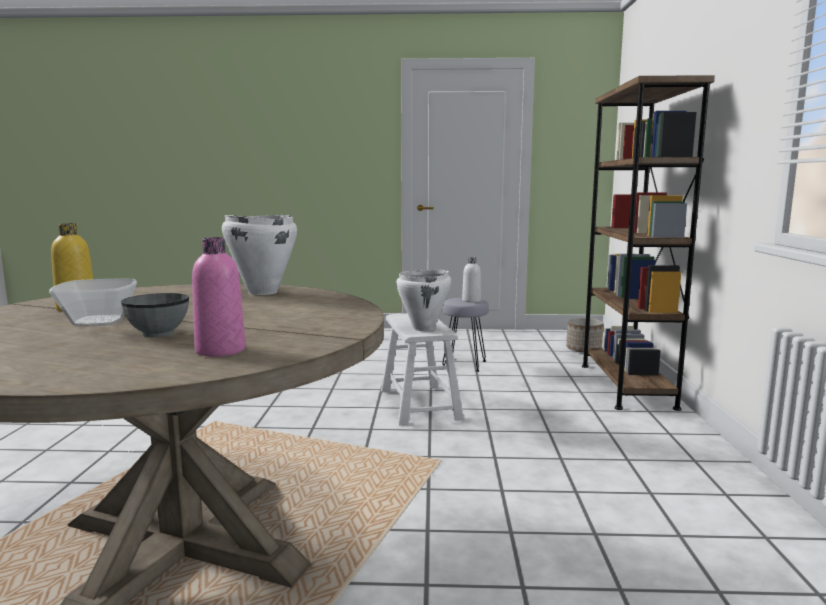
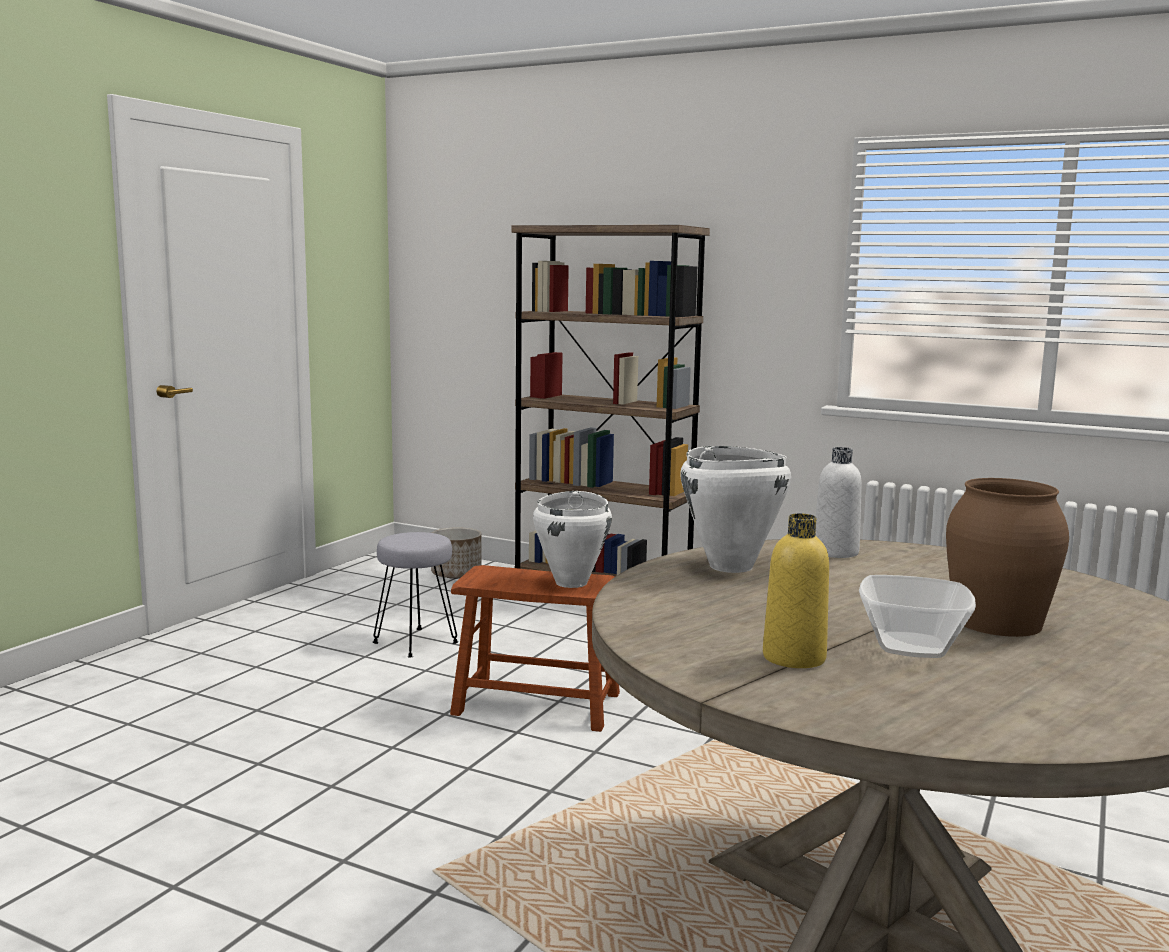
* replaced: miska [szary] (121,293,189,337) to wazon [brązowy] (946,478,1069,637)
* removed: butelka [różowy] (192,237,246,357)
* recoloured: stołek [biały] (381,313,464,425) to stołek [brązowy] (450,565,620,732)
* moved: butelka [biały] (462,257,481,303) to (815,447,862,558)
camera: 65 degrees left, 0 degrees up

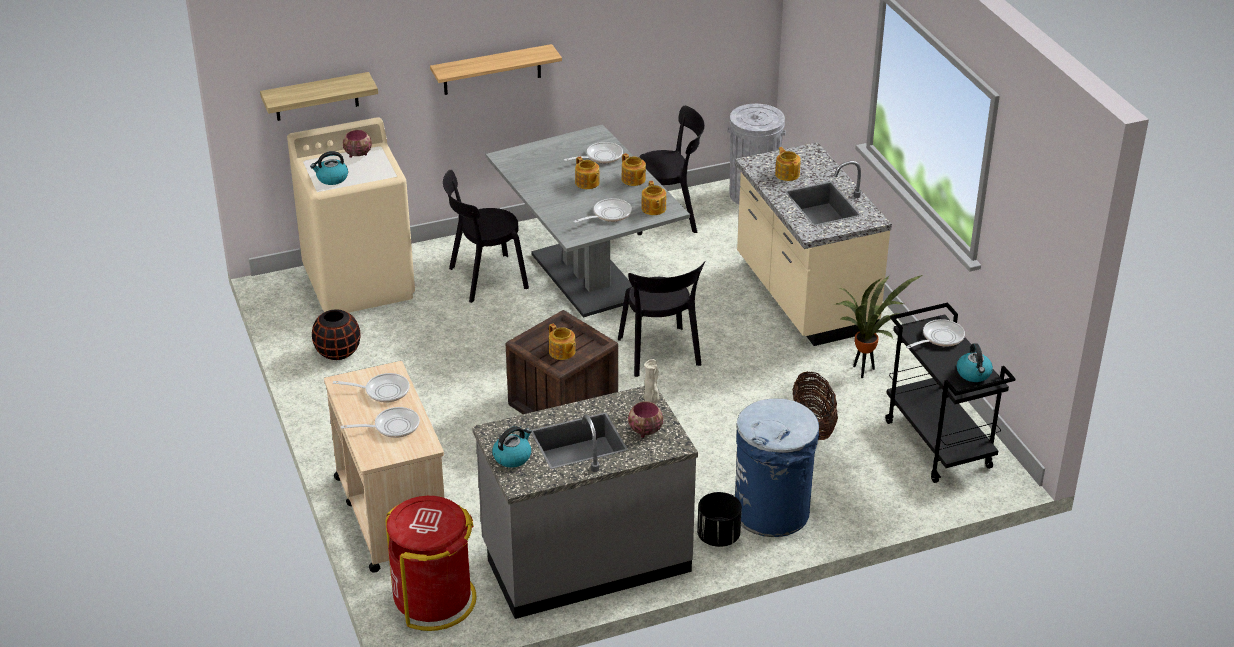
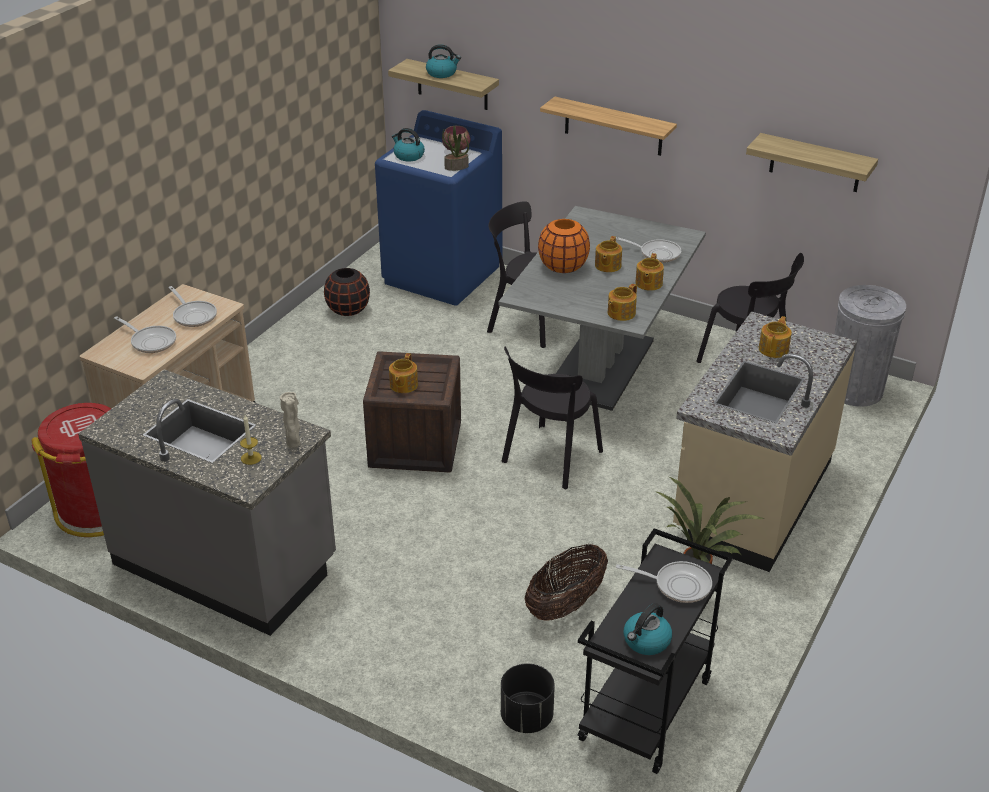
* recoloured: pralka [beżowy] (287,117,415,313) to pralka [niebieski] (375,110,503,306)
* moved: czajnik (492,426,532,468) to (426,44,461,78)
* removed: patelnia (573,198,632,223)
* replaced: miska (628,401,663,438) to świeca (240,415,262,465)
* moved: donica [czarny] (697,492,742,547) to (501,663,555,733)
* removed: kosz na śmieci [niebieski] (735,398,819,537)
* added: roślina doniczkowa (442,126,469,171)
* added: wazon [pomarańczowy] (538,219,590,273)
* added: półka (746,133,878,192)
camera: 50 degrees right, 0 degrees up

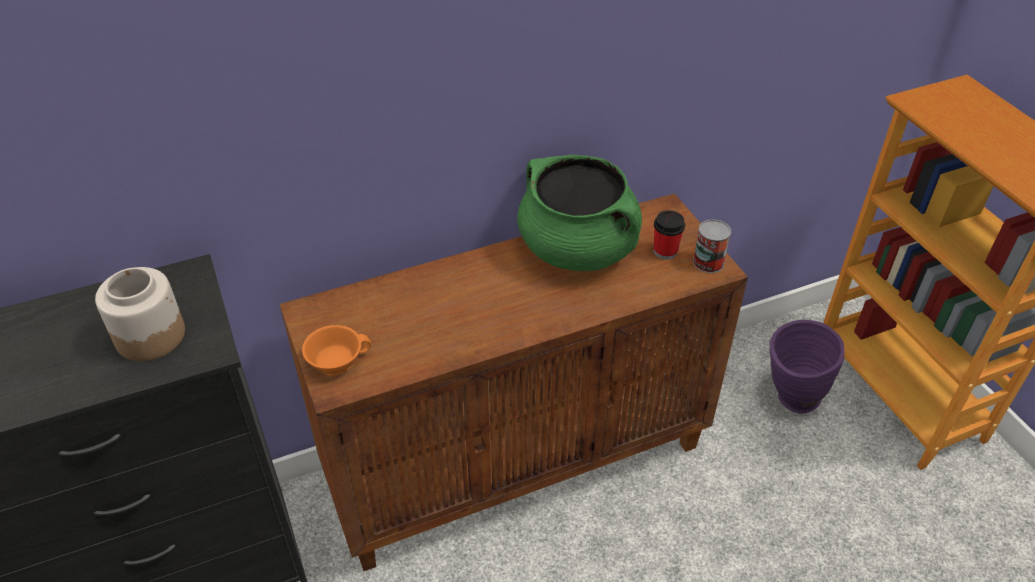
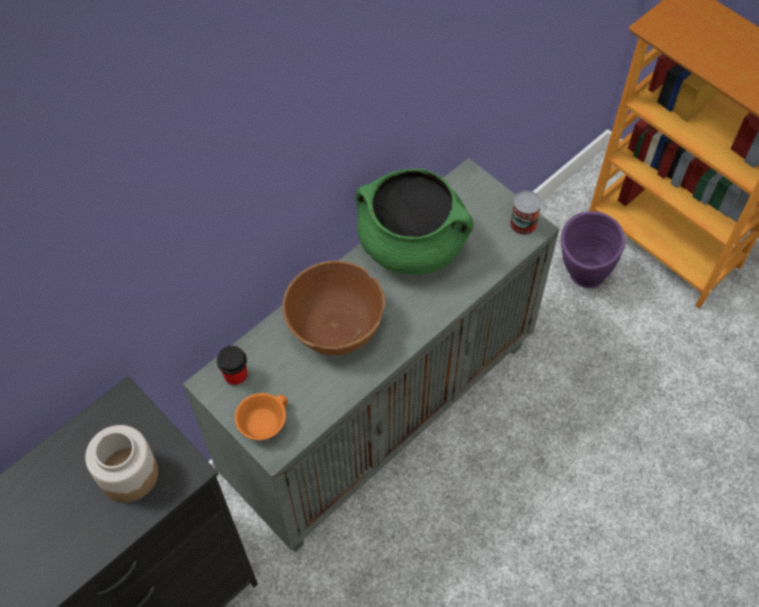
* recoloured: szafka [brązowy] (279,193,748,571) to szafka [szary] (183,158,559,552)
* moved: filiżanka (654,210,685,260) to (217,346,247,386)
* added: miska [brązowy] (282,261,386,355)
camera: 20 degrees left, 15 degrees up

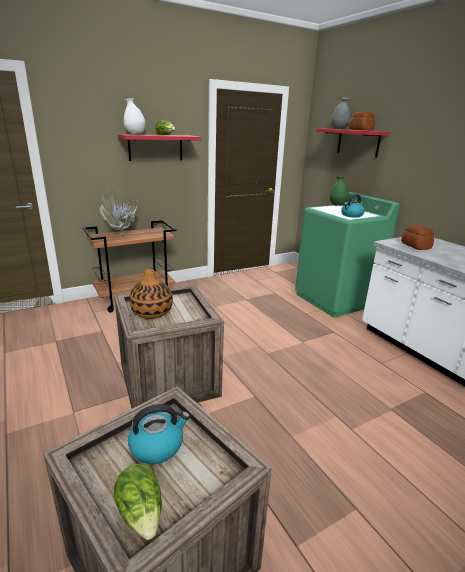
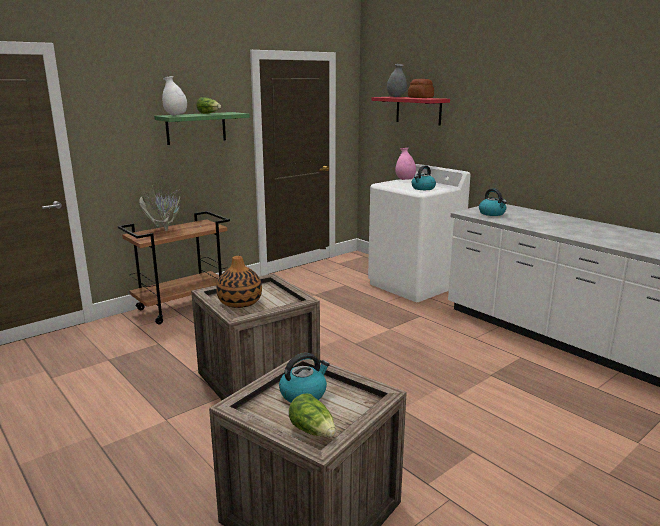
* recoloured: półka [czerwony] (118,134,201,161) to półka [zielony] (154,112,250,145)
* recoloured: pralka [zielony] (295,192,400,318) to pralka [biały] (368,164,470,302)
* recoloured: wazon [zielony] (330,176,349,206) to wazon [różowy] (395,148,416,180)
* replaced: chleb (401,224,434,250) to czajnik (479,188,507,216)
camera: 10 degrees left, 5 degrees down

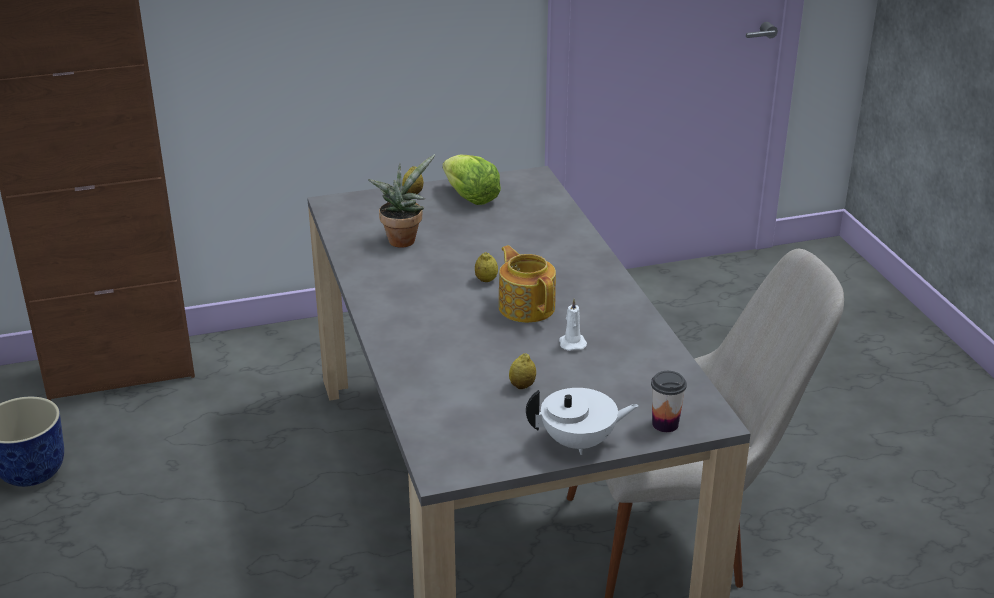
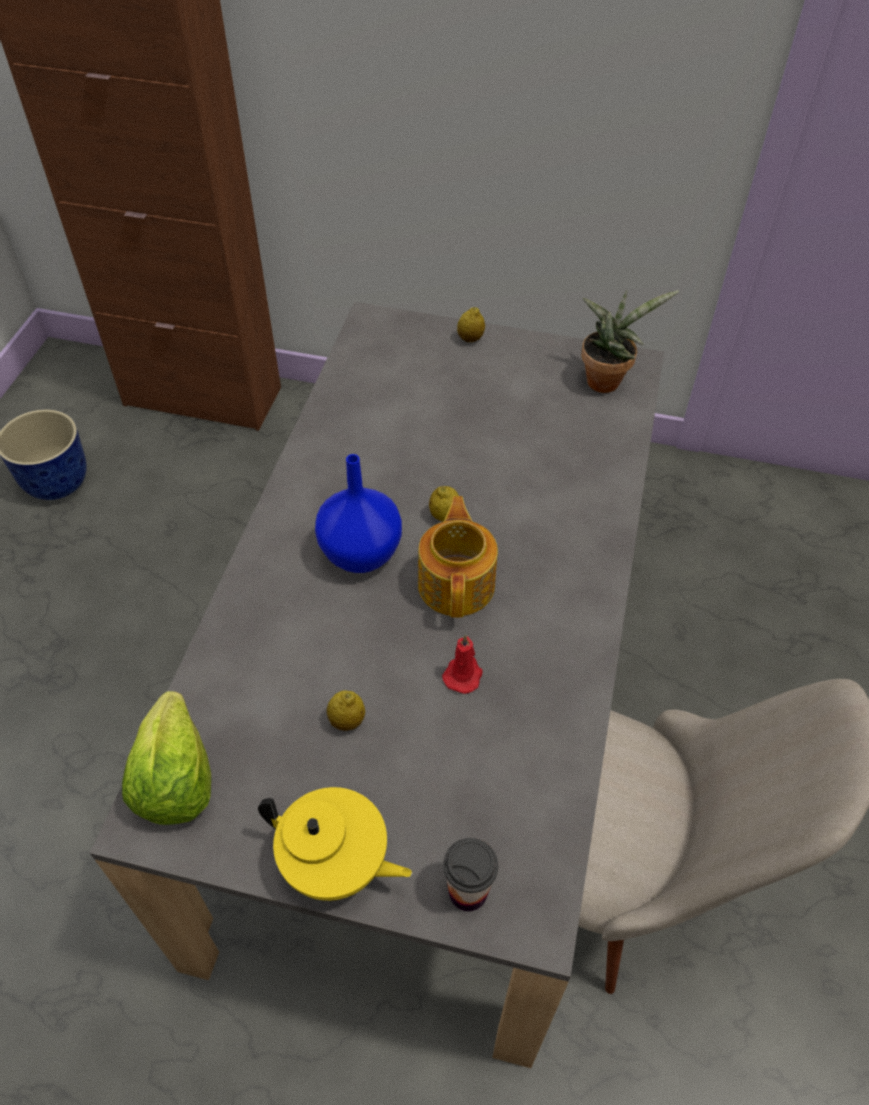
* moved: roślina doniczkowa (368,154,435,248) to (581,290,679,393)
* moved: sałata (443,155,501,205) to (122,691,211,825)
* recoloured: imbryk [biały] (526,388,639,455) to imbryk [żółty] (258,787,412,901)
* recoloured: świeca [biały] (559,299,587,351) to świeca [czerwony] (442,634,483,694)
* added: wazon [niebieski] (315,454,402,573)
camera: 30 degrees right, 20 degrees up

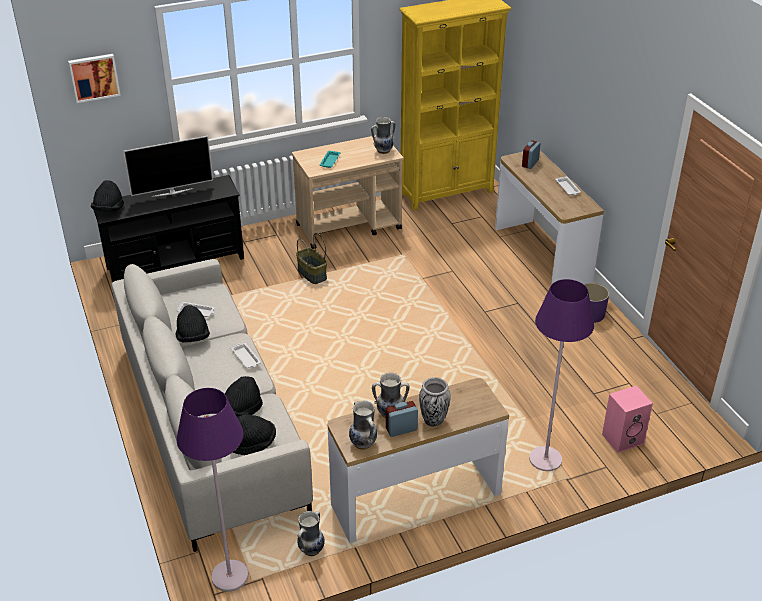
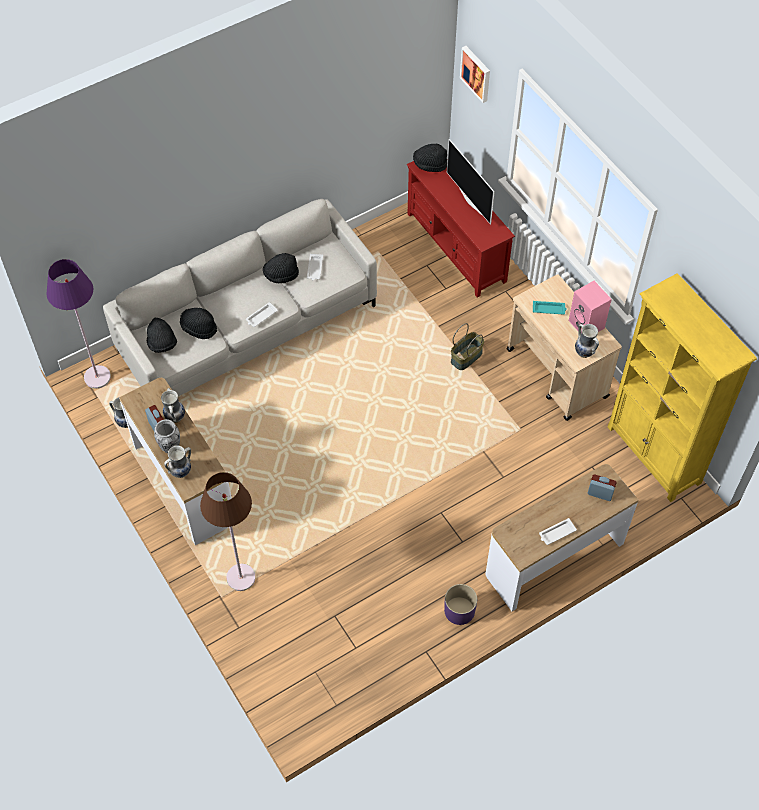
* recoloured: szafka pod telewizor [czarny] (91,175,244,282) to szafka pod telewizor [czerwony] (407,161,515,297)
* moved: wazon (349,400,377,450) to (164,445,191,478)
* recoloured: lampa stojąca [fioletowy] (529,279,594,471) to lampa stojąca [brązowy] (200,472,255,591)
* moved: głośnik [różowy] (602,385,653,453) to (568,281,612,332)
camera: 80 degrees right, 20 degrees up

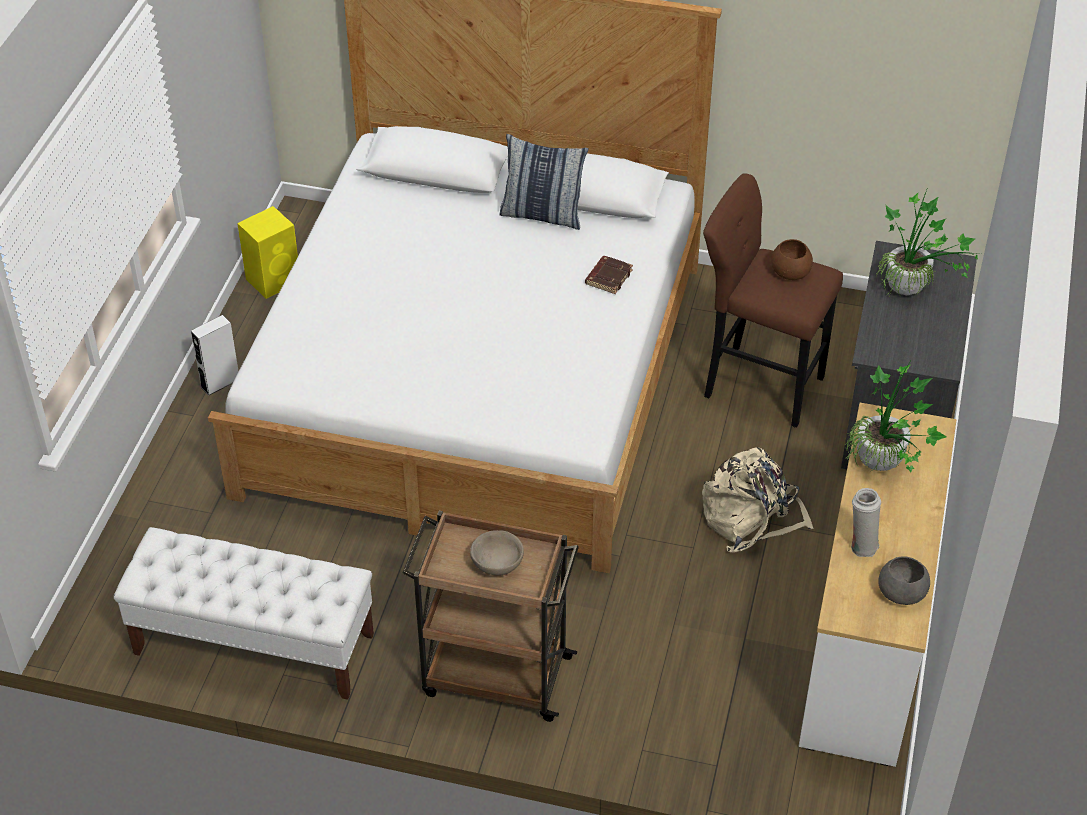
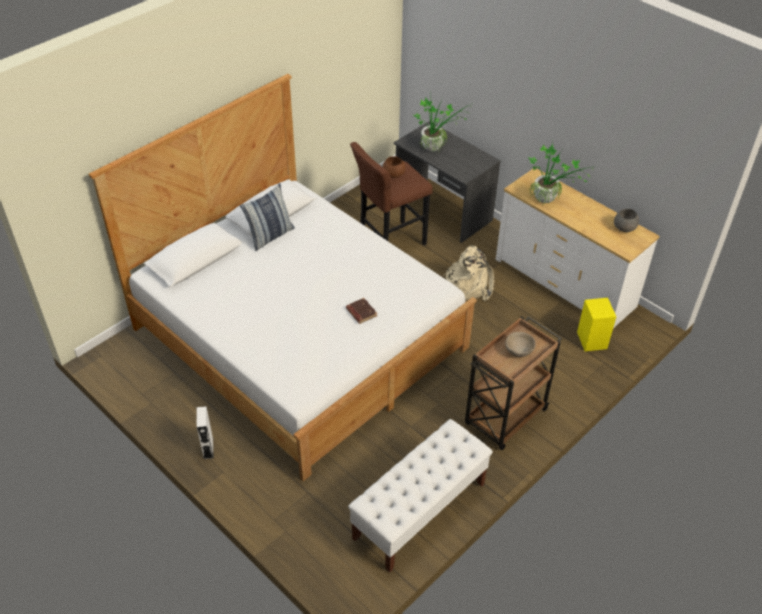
* moved: głośnik [żółty] (237,206,298,299) to (577,298,616,351)
* moved: książka [brązowy] (585,256,633,294) to (346,298,377,324)
* removed: wazon [biały] (851,488,881,557)
camera: 60 degrees left, 0 degrees up

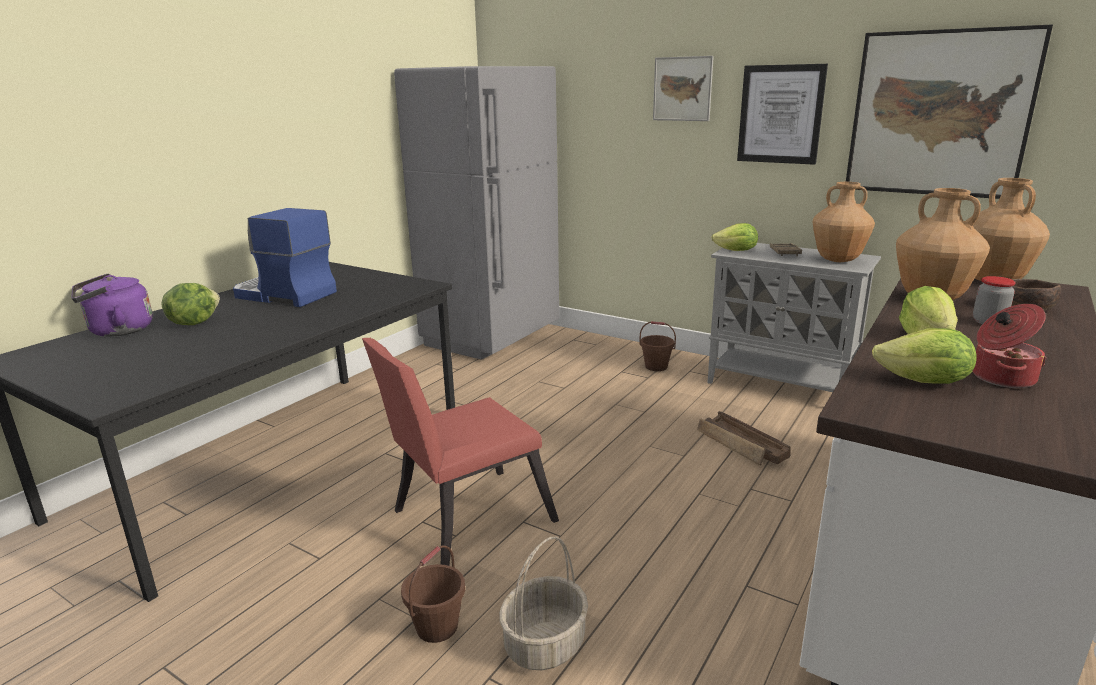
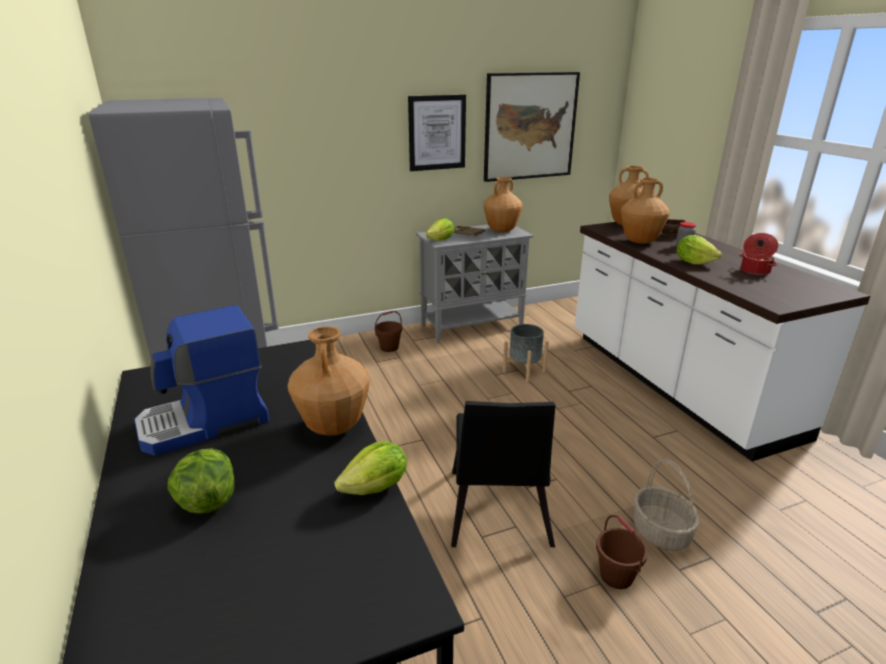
* removed: czajnik [fioletowy] (71,273,153,337)
* recoloured: krzesło [czerwony] (362,338,559,566) to krzesło [czarny] (451,401,556,547)
* removed: obraz (653,56,714,121)
* replaced: skrzynka (697,411,791,465) to donica [szary] (503,324,549,383)
* moved: sałata (872,328,977,384) to (334,441,407,495)
* added: wazon [brązowy] (287,326,369,436)
camera: 55 degrees left, 5 degrees up

